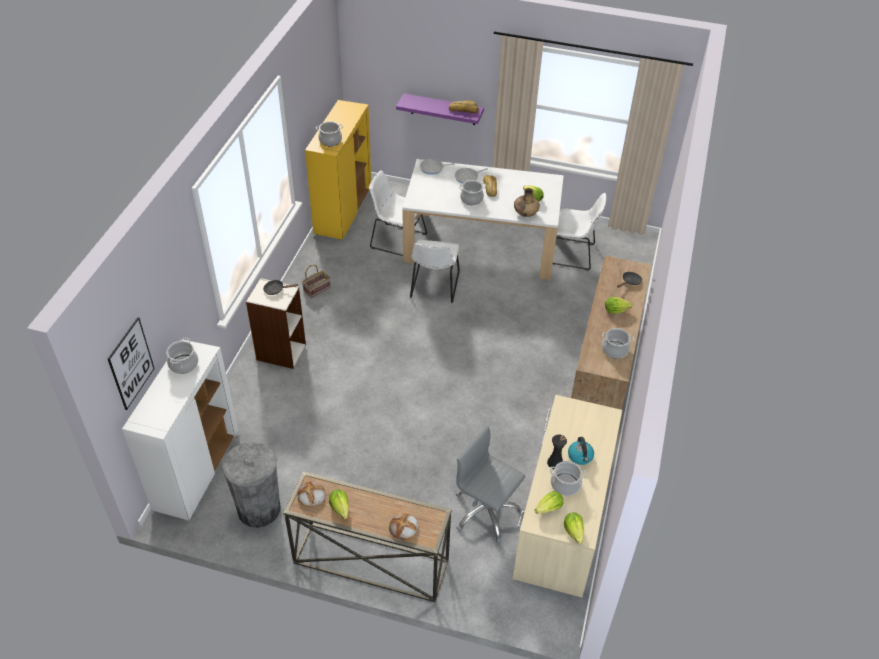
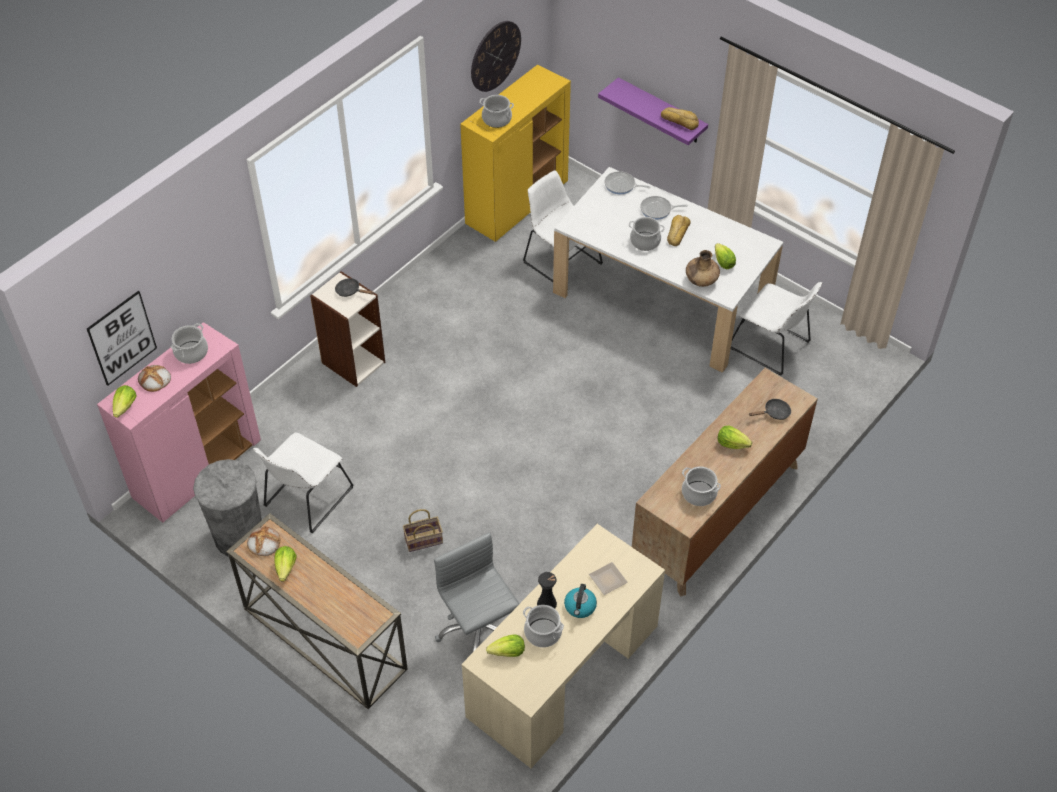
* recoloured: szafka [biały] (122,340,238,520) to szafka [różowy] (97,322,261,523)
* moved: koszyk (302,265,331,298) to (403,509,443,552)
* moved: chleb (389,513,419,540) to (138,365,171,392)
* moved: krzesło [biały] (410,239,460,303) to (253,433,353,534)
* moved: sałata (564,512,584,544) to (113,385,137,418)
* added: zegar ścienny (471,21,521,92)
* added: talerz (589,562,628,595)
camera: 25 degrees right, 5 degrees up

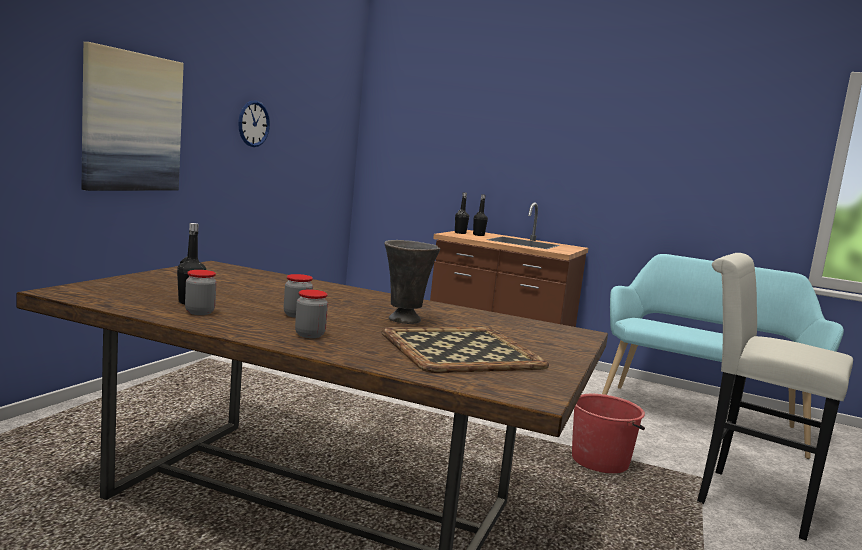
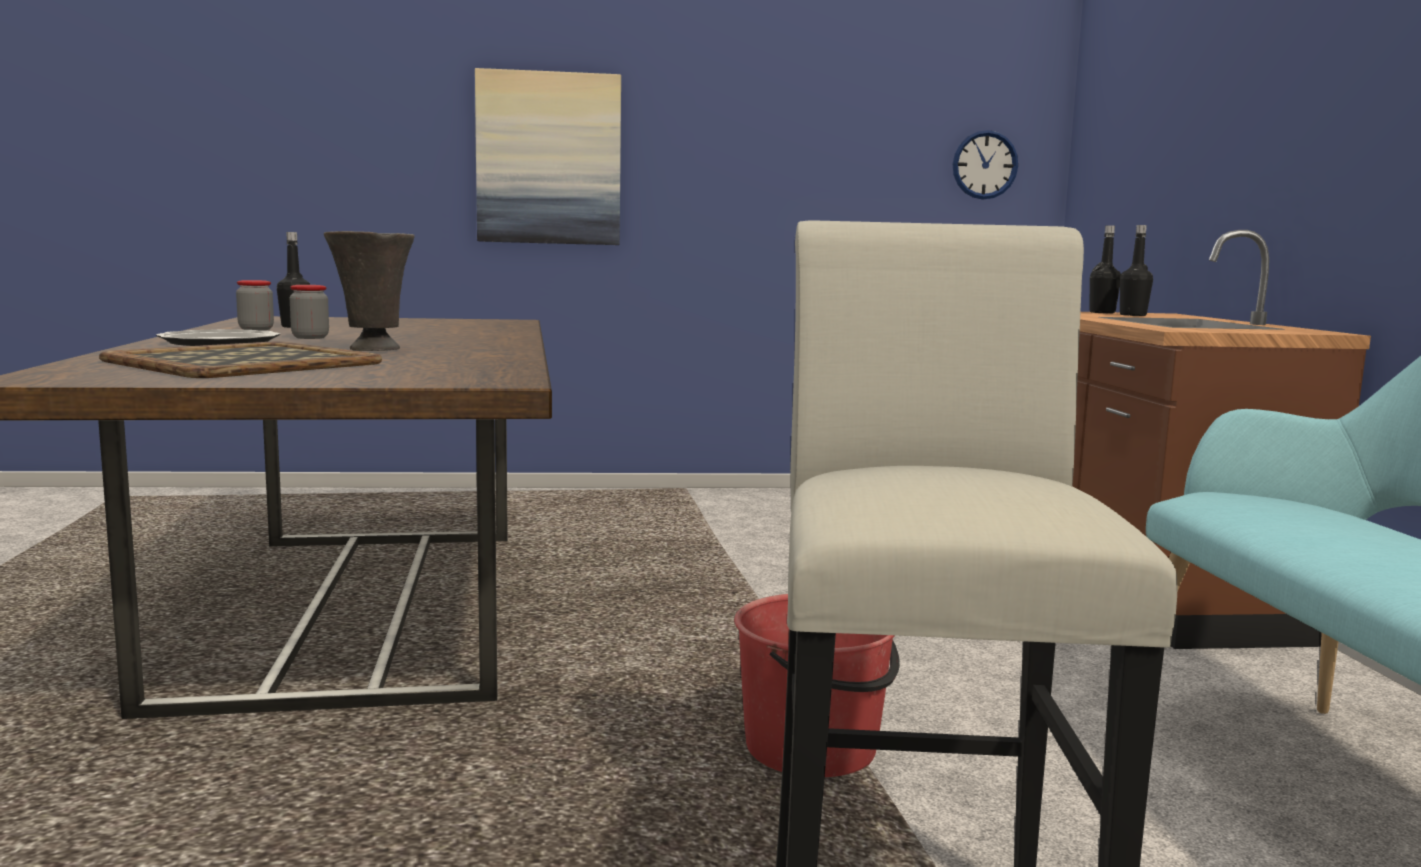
* moved: zegar ścienny (238,101,270,147) to (953,130,1018,200)
* replaced: słoik (295,290,328,338) to talerz (156,329,280,346)
camera: 60 degrees right, 0 degrees up

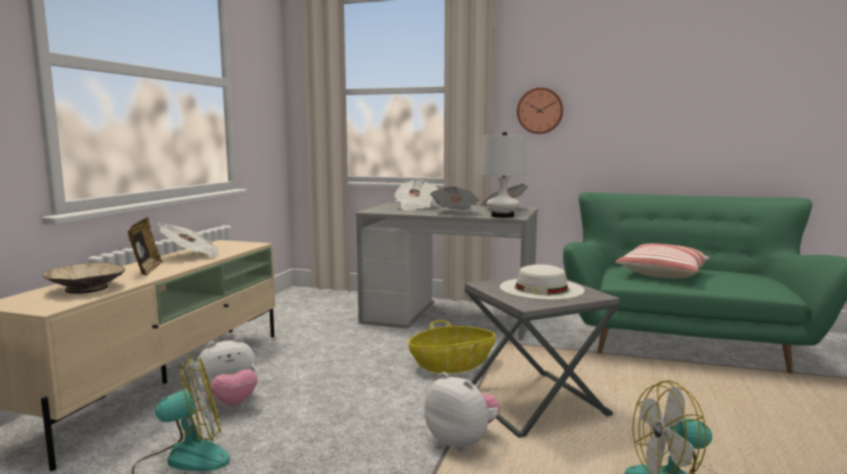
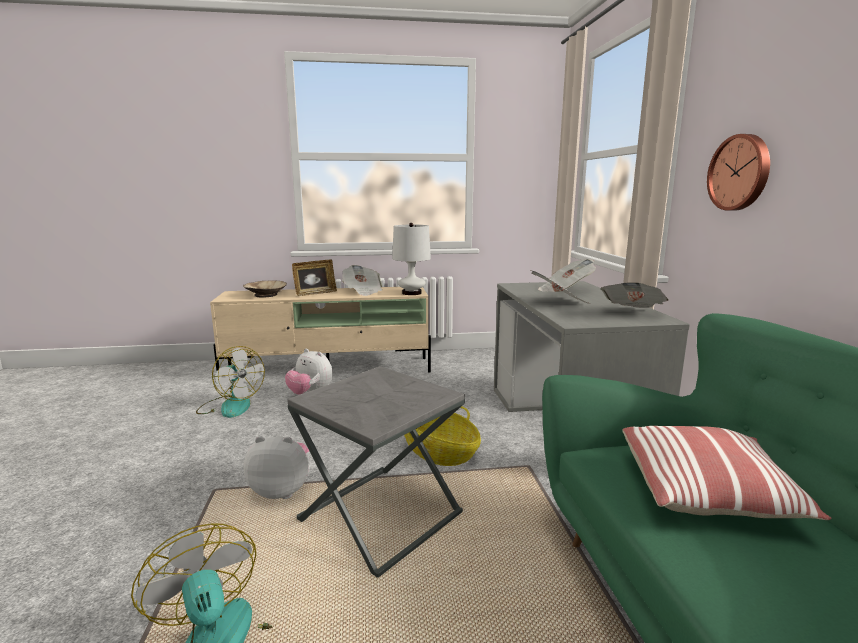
* turned: pluszak (424,372,500,451) = (244,436,310,499) 105 degrees counterclockwise
* moved: lampa stołowa [biały] (481,132,527,218) to (392,223,431,295)
* removed: kapelusz [biały] (500,264,585,300)
camera: 65 degrees right, 5 degrees up

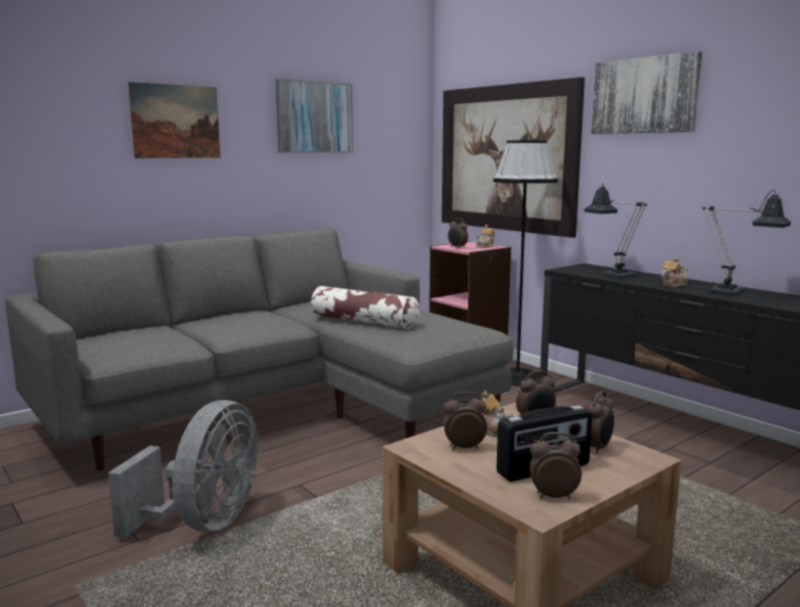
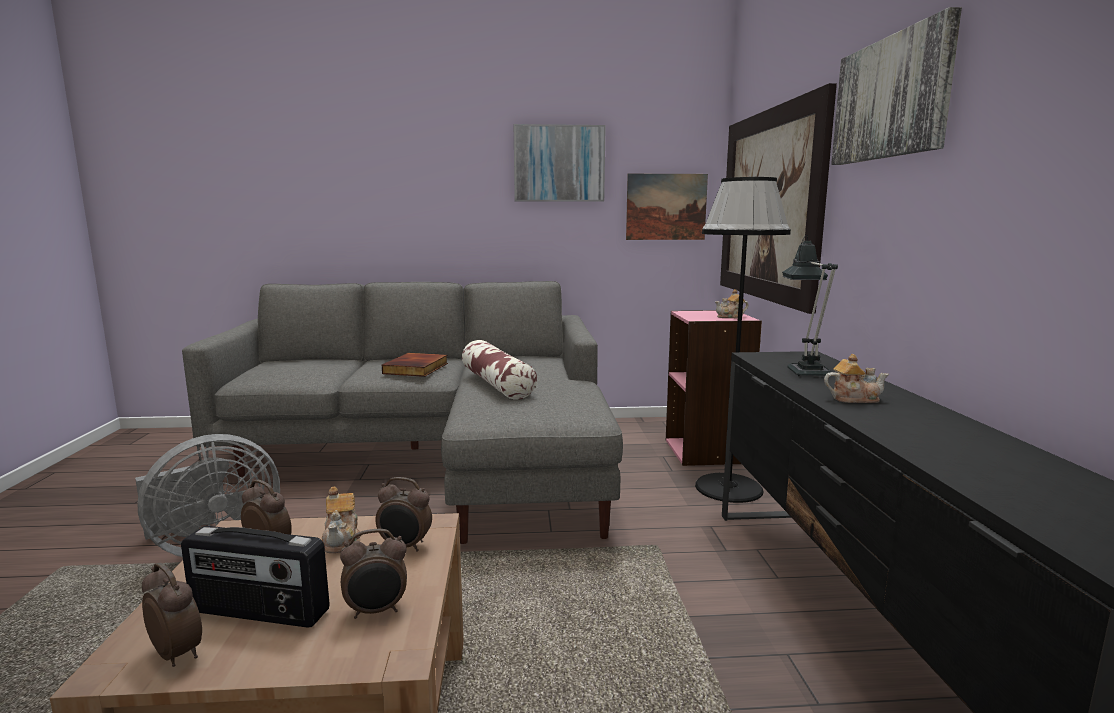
* moved: obraz (128,82,220,158) to (626,174,708,240)
* removed: budzik (448,218,468,249)
* removed: lampa stołowa (703,190,791,295)
* added: książka (382,353,448,377)
camera: 35 degrees right, 0 degrees up

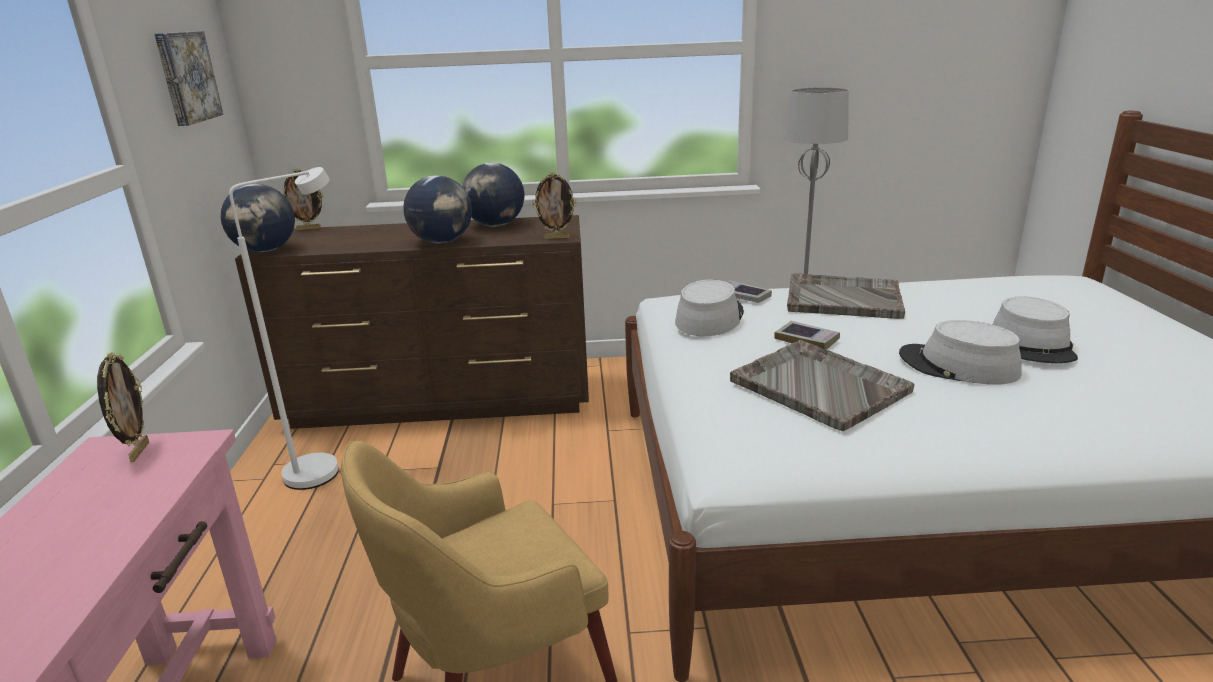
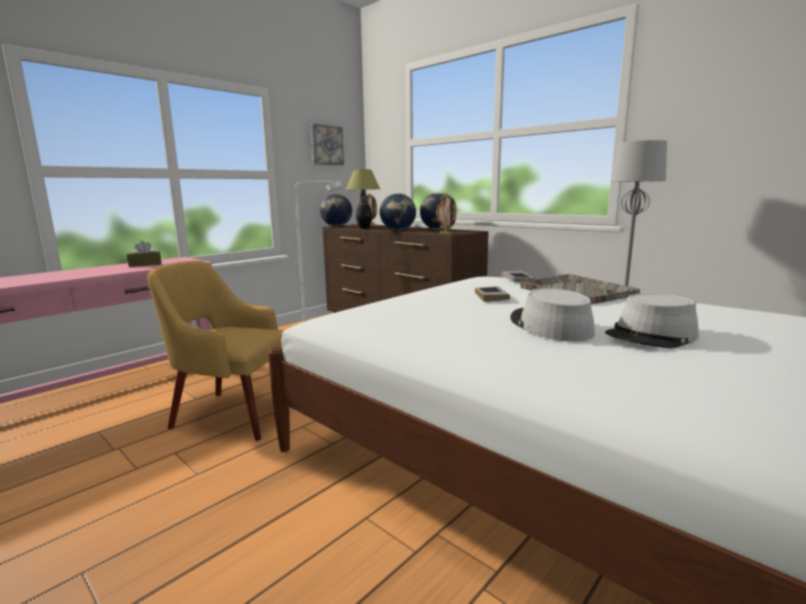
* removed: ramka na zdjęcie (97,352,149,462)
* removed: kapelusz [szary] (675,279,744,336)
* removed: taca [szary] (730,340,914,431)
* added: pudełko chusteczek [brązowy] (127,241,161,267)
* added: lampa stołowa (346,169,380,229)
camera: 45 degrees right, 10 degrees down

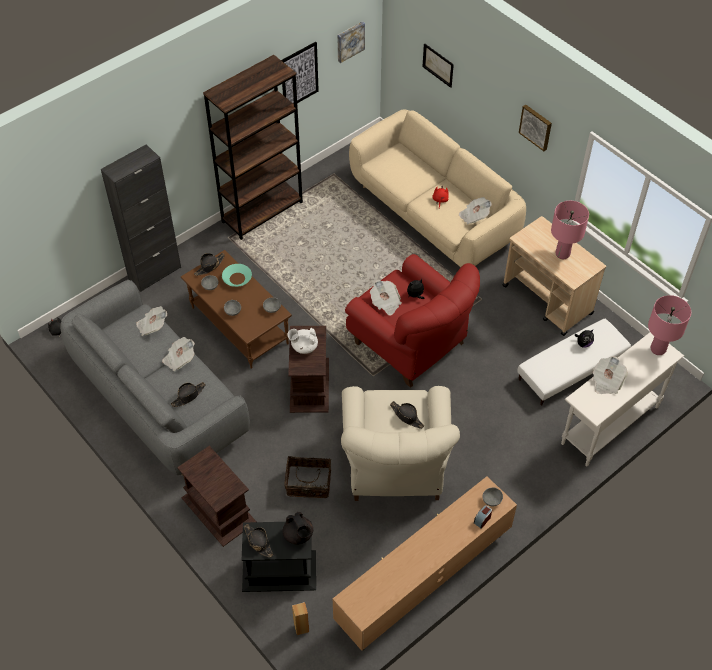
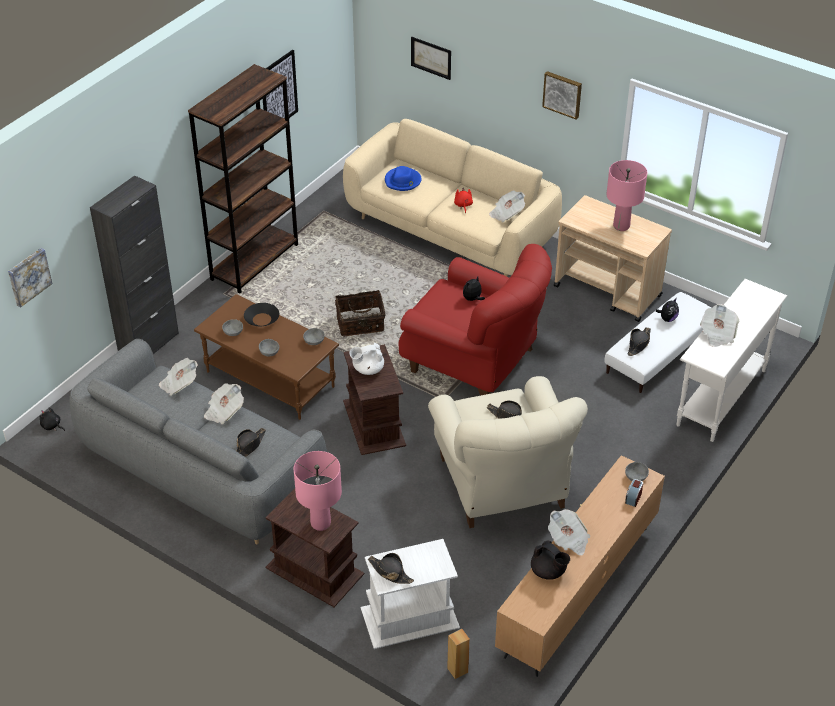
* moved: kapelusz [czarny] (194,253,225,276) to (628,328,651,356)
* recoloured: miska [turkusowy] (222,264,252,287) to miska [czarny] (244,303,279,326)
* recoloured: stolik [czarny] (242,521,316,592) to stolik [biały] (361,539,460,649)
* moved: imbryk [czarny] (283,512,313,545) to (531,541,570,580)
* moved: koszyk (284,456,331,498) to (335,290,386,336)
* moved: obraz (337,21,365,63) to (8,248,52,307)
* moved: gazeta (370,280,402,316) to (548,509,590,556)
* moved: lampa stołowa [różowy] (648,295,691,355) to (294,451,342,531)
* added: kapelusz [niebieski] (385,166,422,191)
camera: 15 degrees left, 10 degrees down

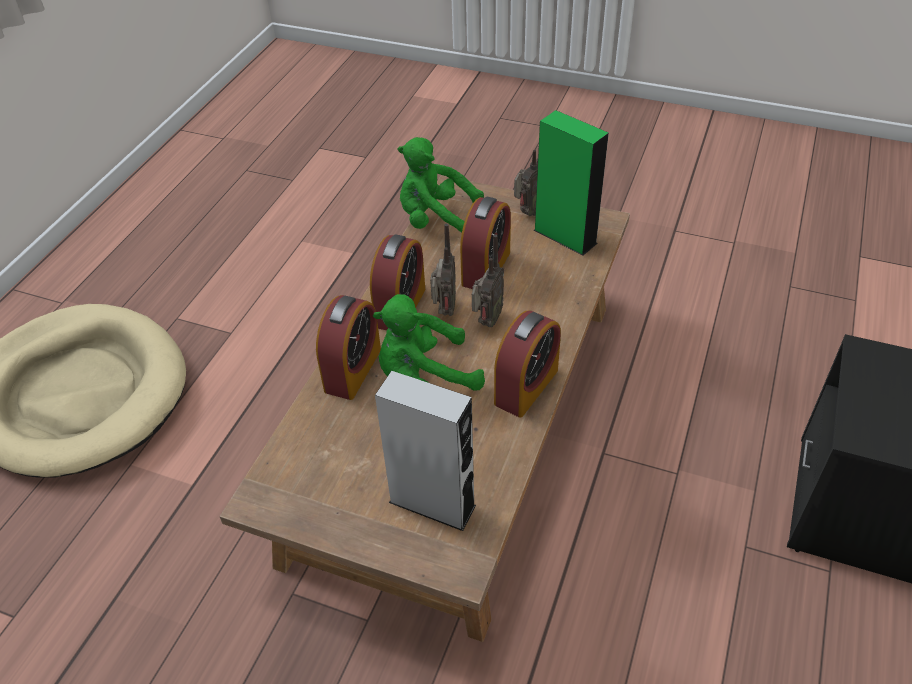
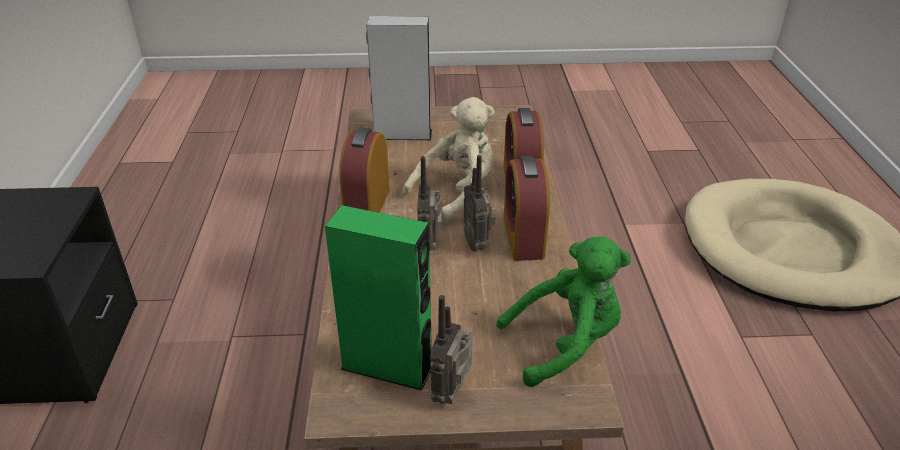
* recoloured: pluszak [zielony] (373,294,485,391) to pluszak [beżowy] (403,97,495,223)
* removed: budzik (460,197,511,289)
camera: 155 degrees right, 10 degrees down

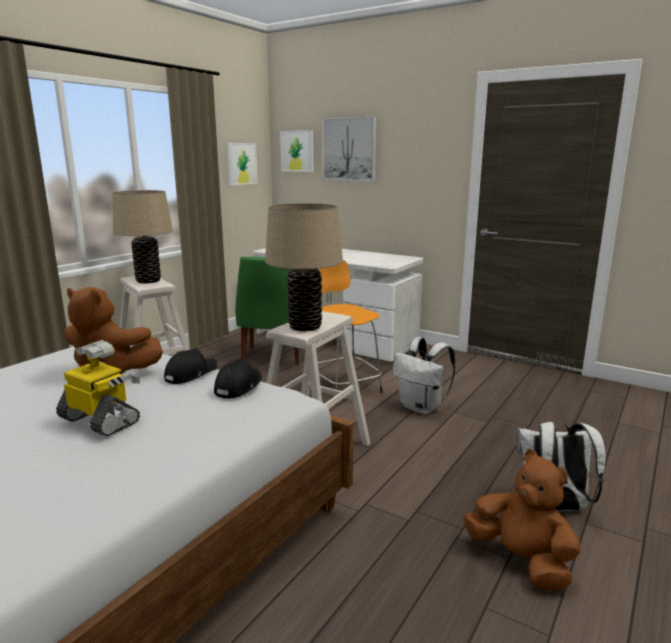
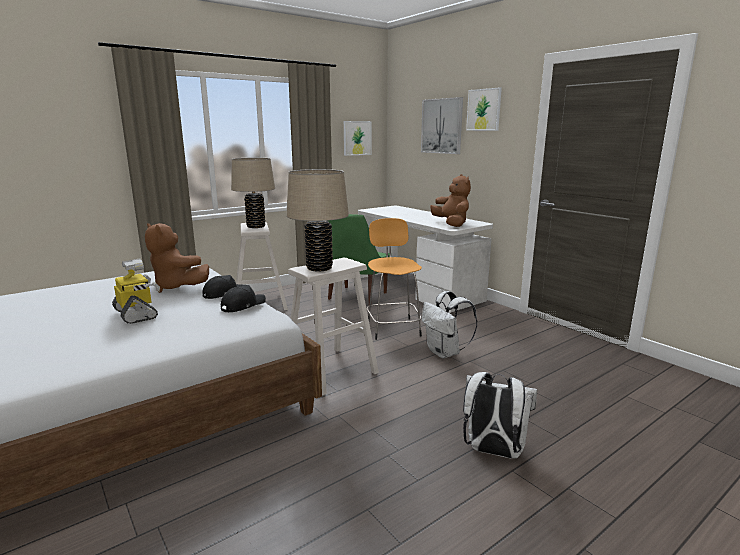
* moved: obraz (280,130,313,172) to (466,87,502,131)
* moved: pluszak [brązowy] (464,449,581,591) to (430,174,471,227)
camera: 20 degrees right, 0 degrees up

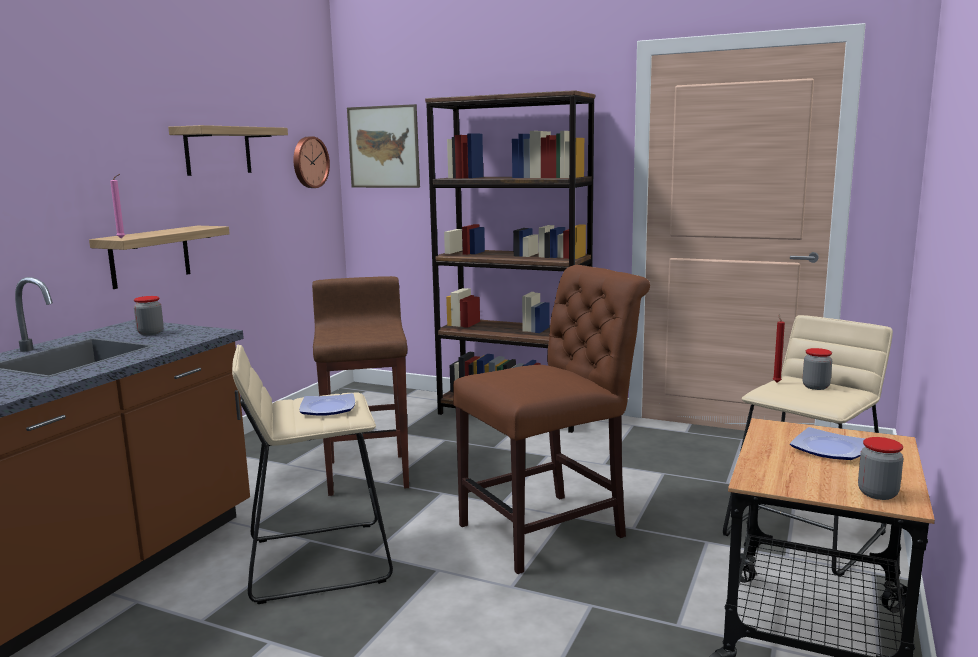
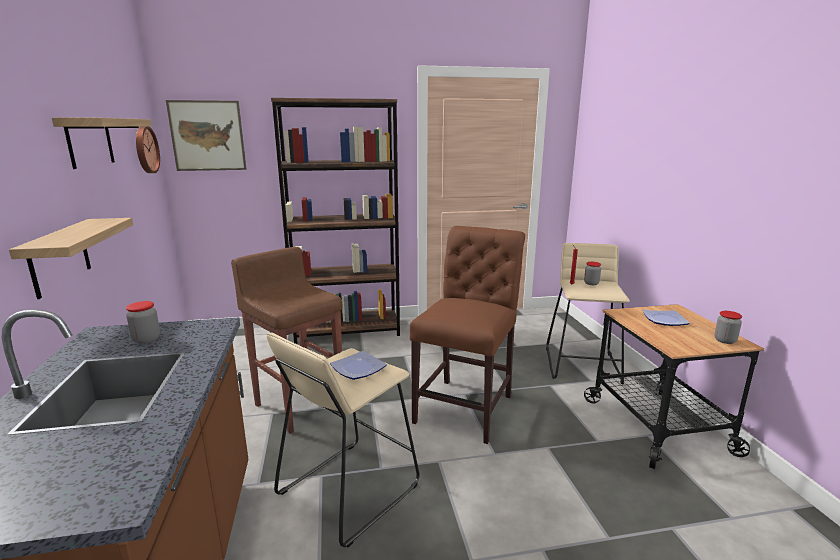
* removed: świeca [różowy] (110,174,125,238)
camera: 35 degrees left, 5 degrees up

